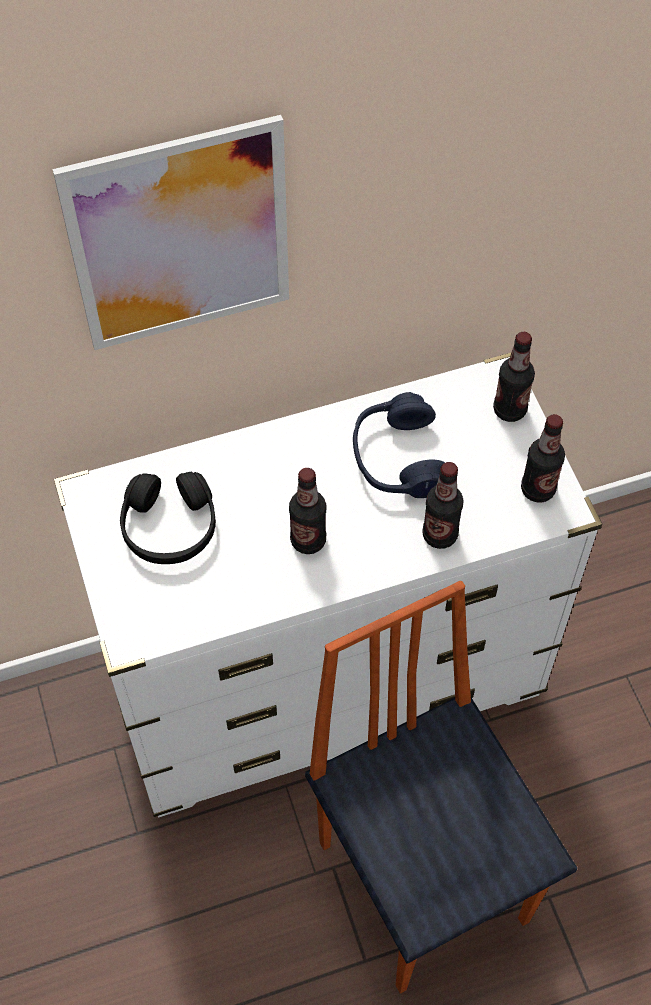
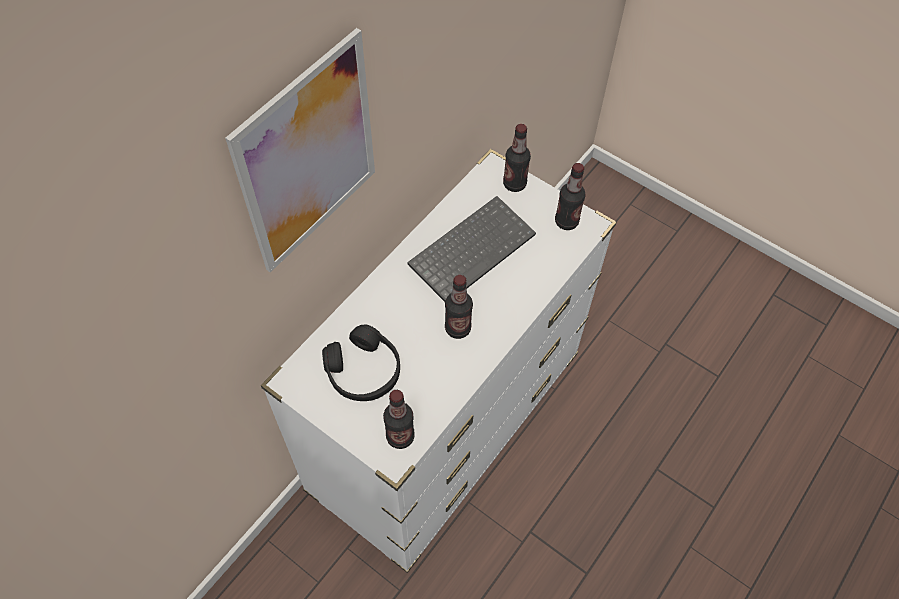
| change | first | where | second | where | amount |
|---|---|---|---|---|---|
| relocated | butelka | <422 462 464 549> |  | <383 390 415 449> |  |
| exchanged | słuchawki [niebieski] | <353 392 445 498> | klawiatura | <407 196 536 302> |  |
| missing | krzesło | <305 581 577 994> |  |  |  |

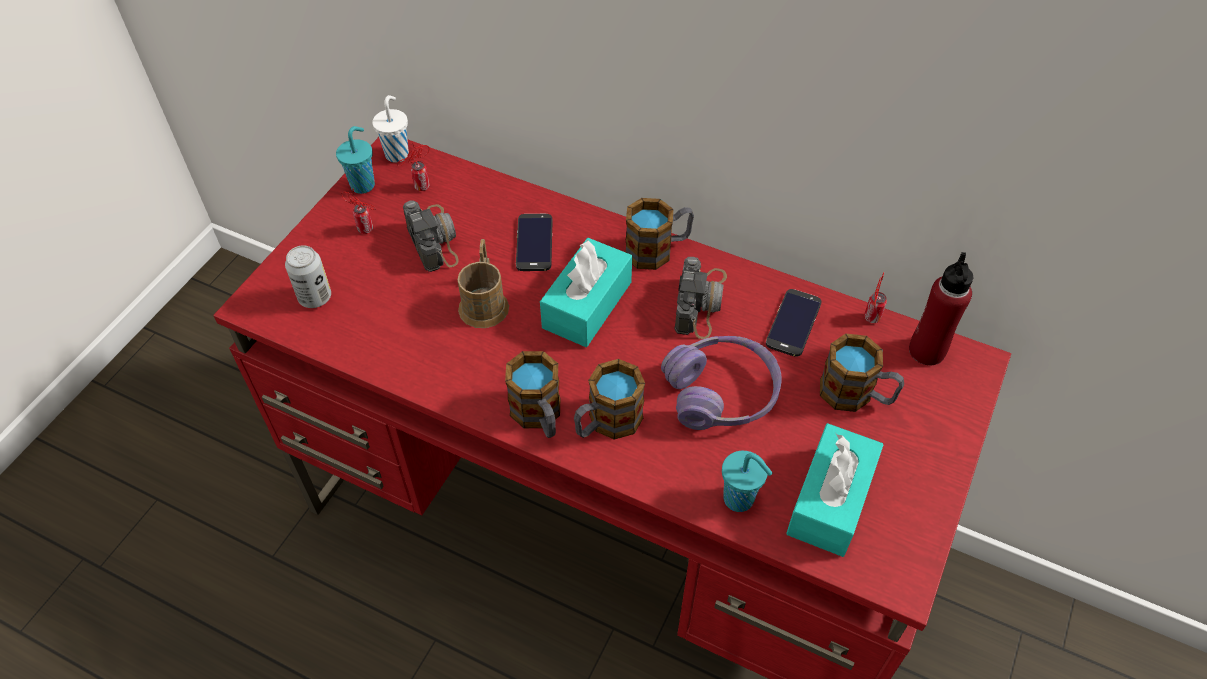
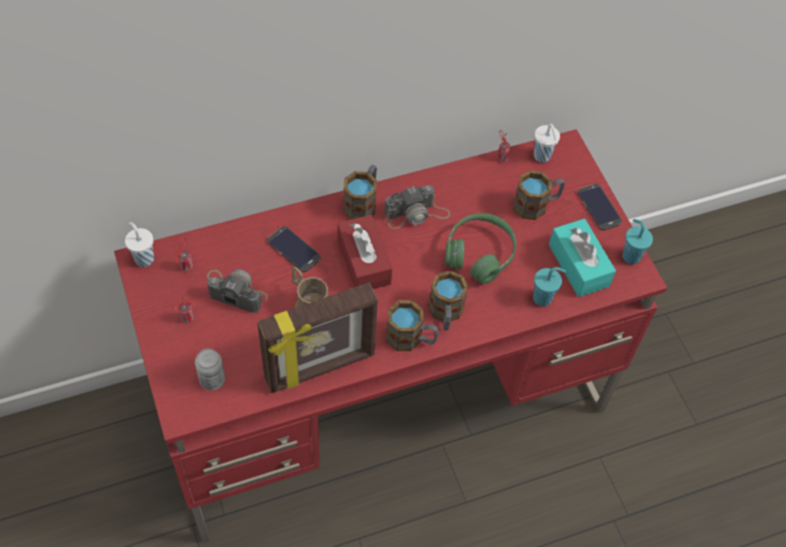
| change | first | where | second | where | amount |
|---|---|---|---|---|---|
| appeared |  |  | ramka na zdjęcie | <257 282 378 393> |  |
| colour | pudełko chusteczek [turkusowy] | <540 238 632 347> | pudełko chusteczek [czerwony] | <337 215 392 289> |  |
| spun | aparat fotograficzny | <674 257 727 339> |  | <384 185 451 229> | 105 degrees clockwise |
| colour | słuchawki [fioletowy] | <661 336 782 430> | słuchawki [zielony] | <445 213 517 284> |  |
| exchanged | butelka [czerwony] | <909 252 973 365> | filiżanka [biały] | <534 124 560 162> |  |
| relocated | telefon | <766 289 821 357> |  | <578 184 622 230> |  |
| relocated | filiżanka [turkusowy] | <336 126 375 194> |  | <622 219 653 264> |  |

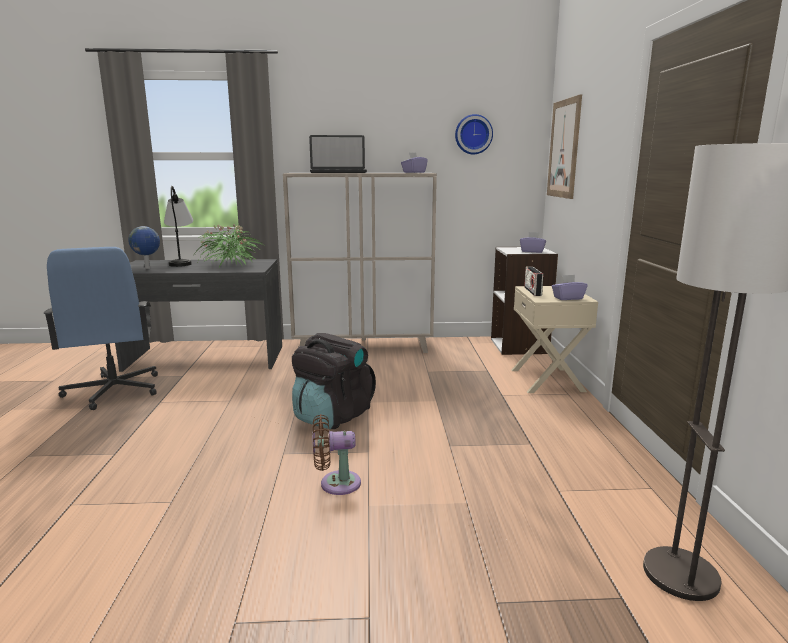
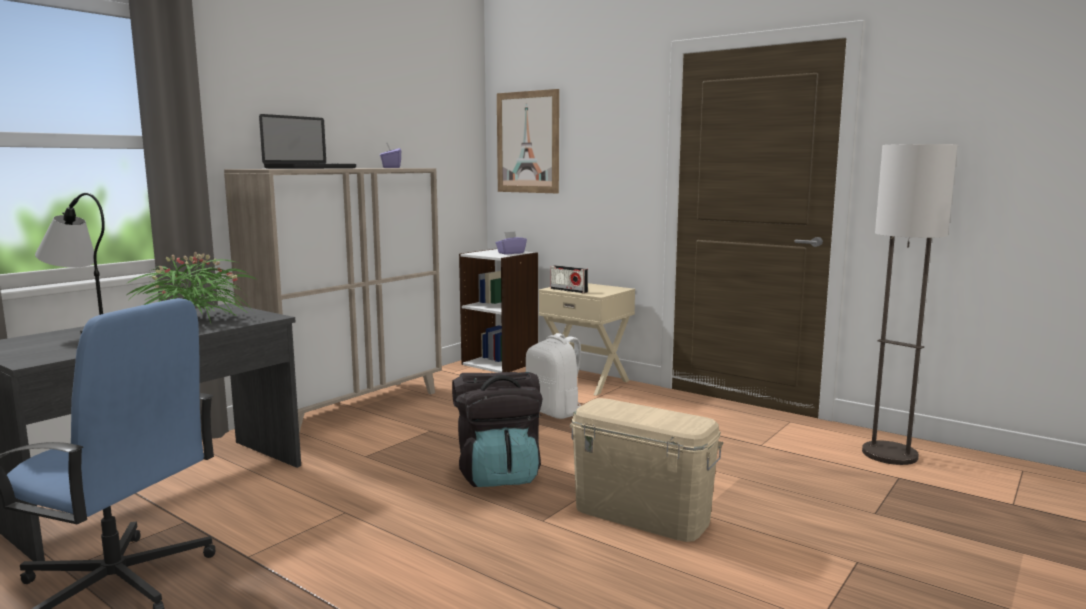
| change | first | where | second | where | amount |
|---|---|---|---|---|---|
| appeared |  |  | plecak [biały] | <526 333 581 419> |  |
| exchanged | wentylator [brązowy] | <313 414 361 495> | pojemnik do przechowywania [beżowy] | <570 398 723 542> |  |
| missing | globus | <128 226 160 269> |  |  |  |
| missing | zegar ścienny | <455 114 493 154> |  |  |  |
| missing | pudełko chusteczek [fioletowy] | <552 275 588 300> |  |  |  |

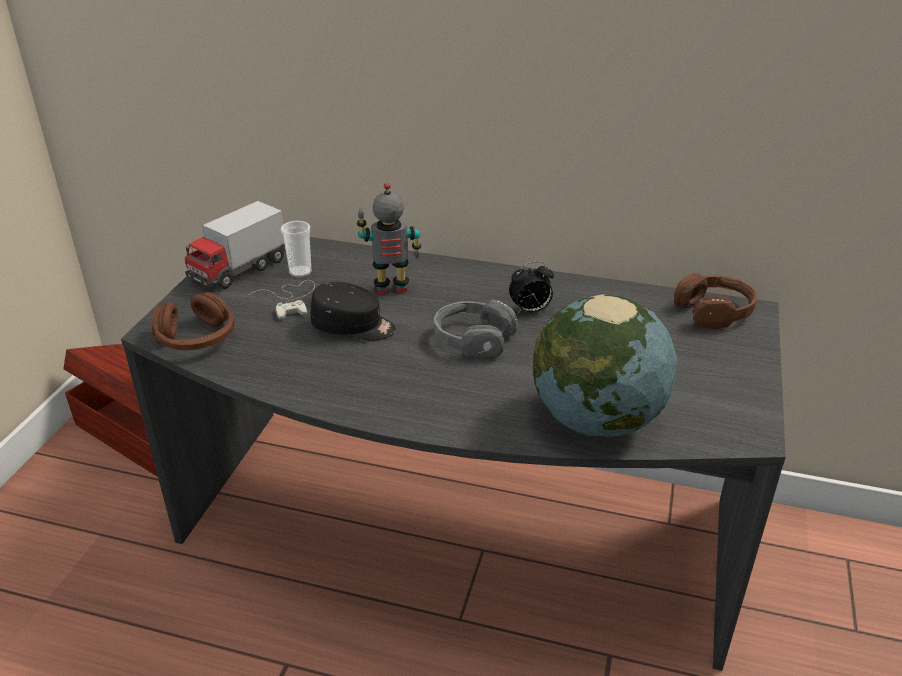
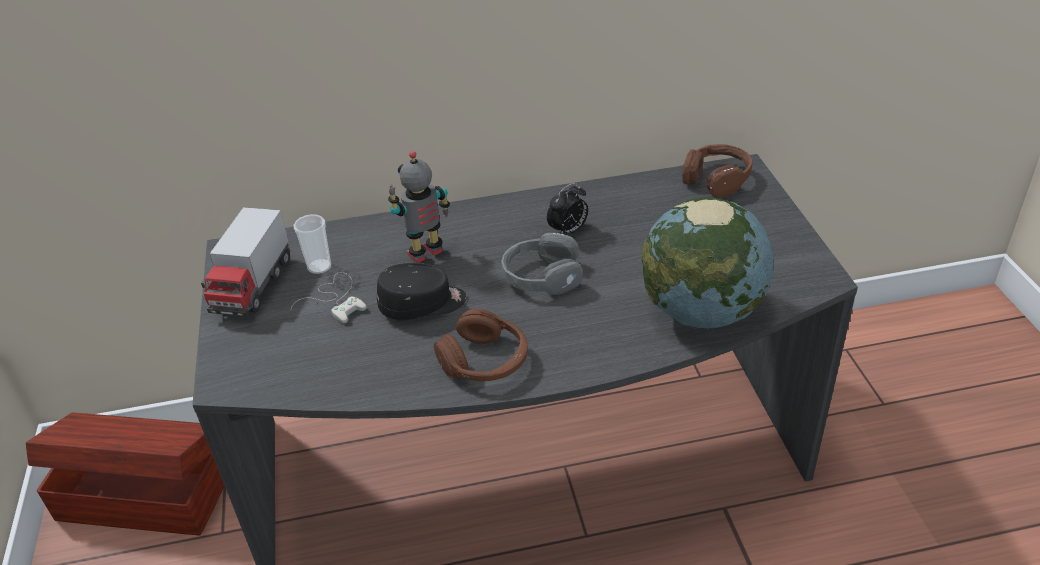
| change | first | where | second | where | amount |
|---|---|---|---|---|---|
| relocated | słuchawki [brązowy] | <152 292 234 351> |  | <434 309 528 381> |  |

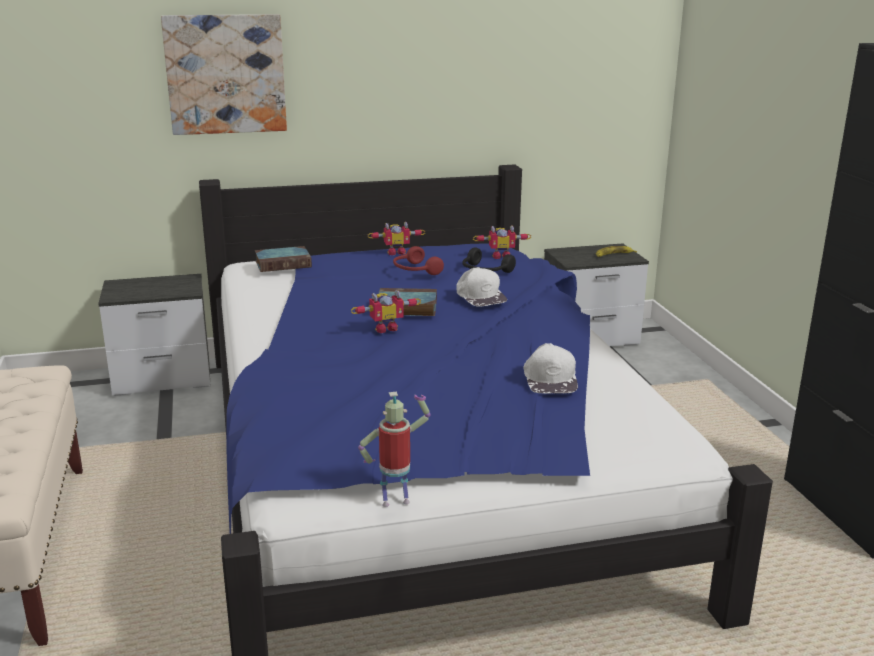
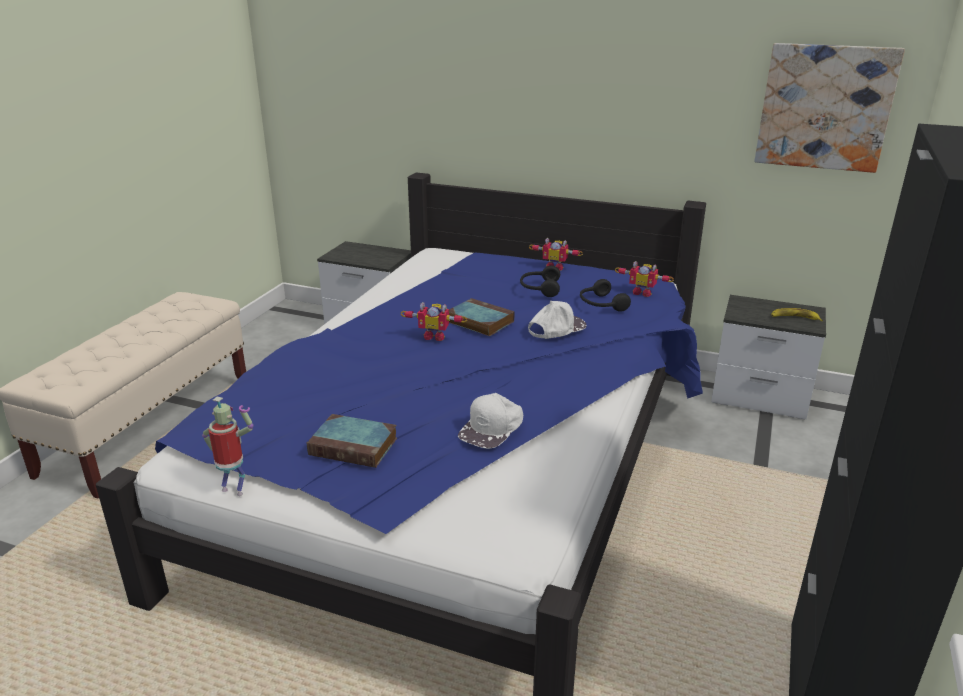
| change | first | where | second | where | amount |
|---|---|---|---|---|---|
| relocated | książka | <255 246 312 272> |  | <307 414 397 468> |  |
| colour | słuchawki [czerwony] | <393 246 444 275> | słuchawki [czarny] | <520 266 560 297> |  |
| spun | czapka z daszkiem [biały] | <456 267 507 307> |  | <528 301 587 339> | 135 degrees counterclockwise |
| relocated | obraz | <161 14 287 135> |  | <755 43 905 173> |  |

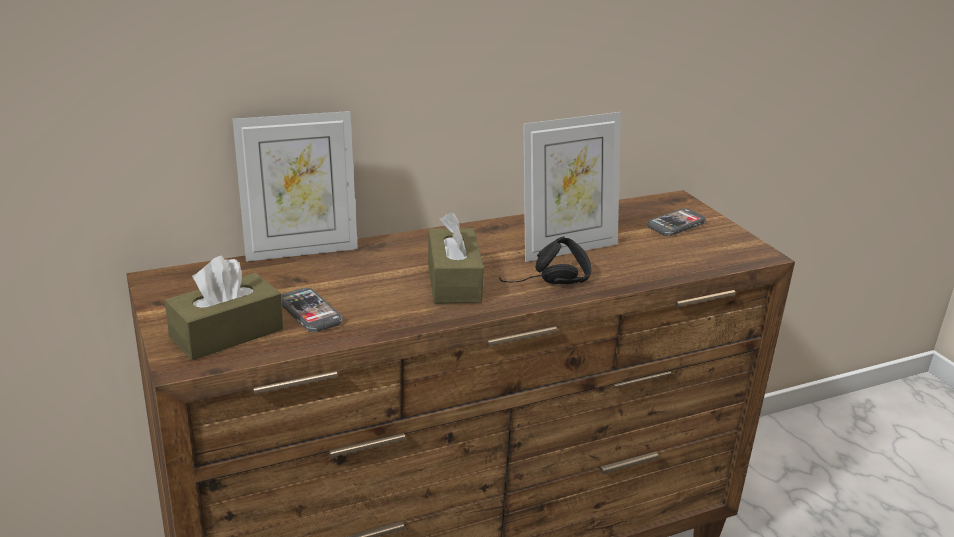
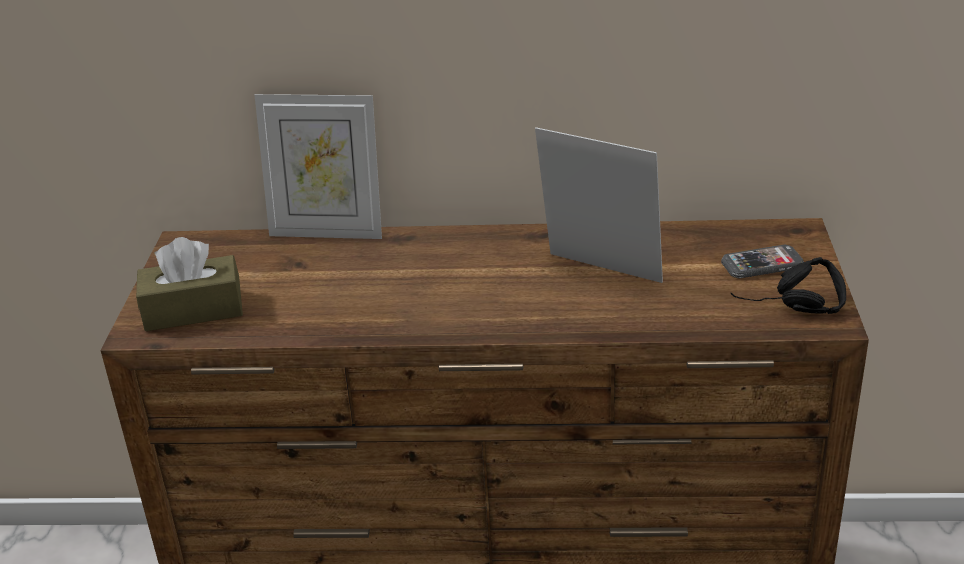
| change | first | where | second | where | amount |
|---|---|---|---|---|---|
| spun | ramka na zdjęcie | <524 112 621 262> |  | <535 127 663 283> | 150 degrees counterclockwise |
| relocated | słuchawki [czarny] | <499 236 592 284> |  | <731 257 846 314> |  |
| missing | telefon | <281 288 343 332> |  |  |  |
| missing | pudełko chusteczek [brązowy] | <428 212 484 303> |  |  |  |

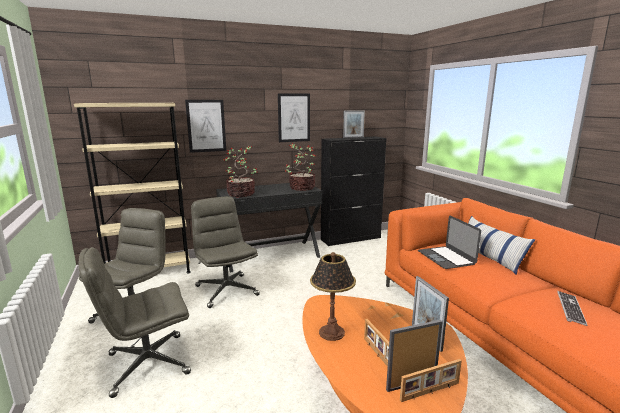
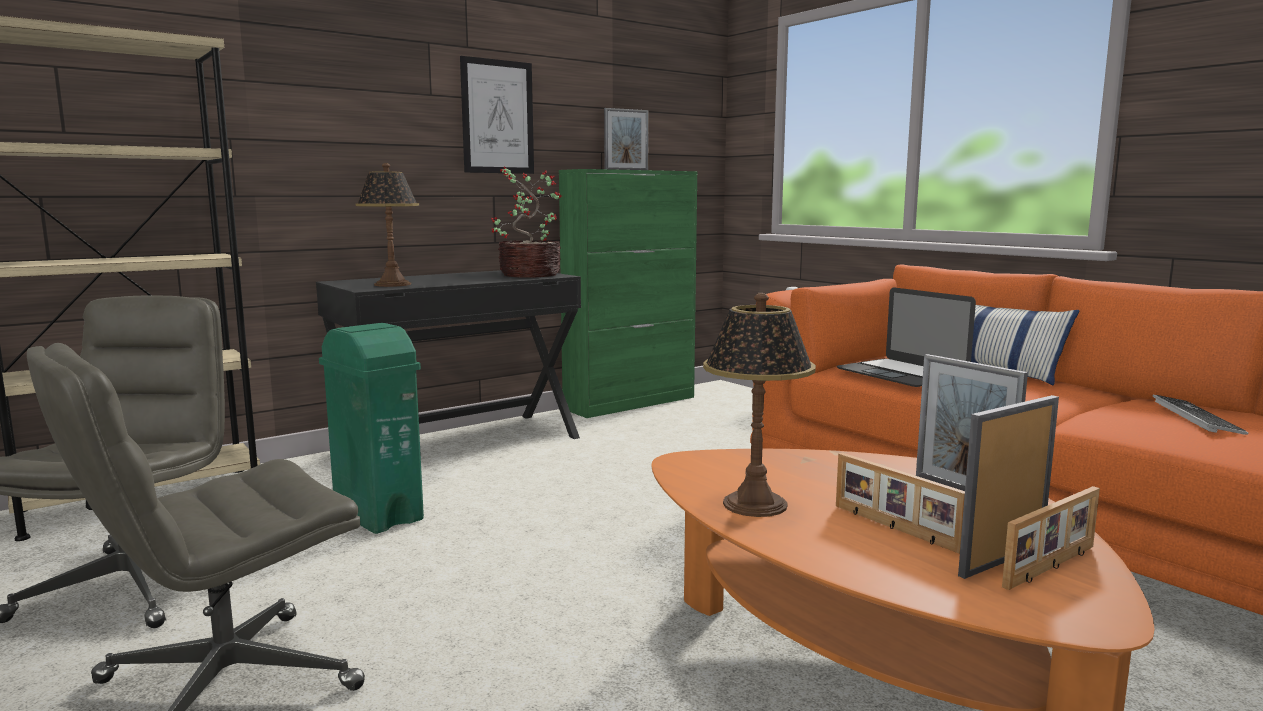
| change | first | where | second | where | amount |
|---|---|---|---|---|---|
| exchanged | krzesło biurowe [szary] | <191 196 260 308> | kosz na śmieci [zielony] | <319 323 424 534> |  |
| exchanged | roślina doniczkowa | <224 146 257 197> | lampa stołowa | <356 163 419 287> |  |
| colour | szafka [czarny] | <321 136 386 246> | szafka [zielony] | <559 169 698 418> |  |
| missing | obraz | <185 100 226 153> |  |  |  |

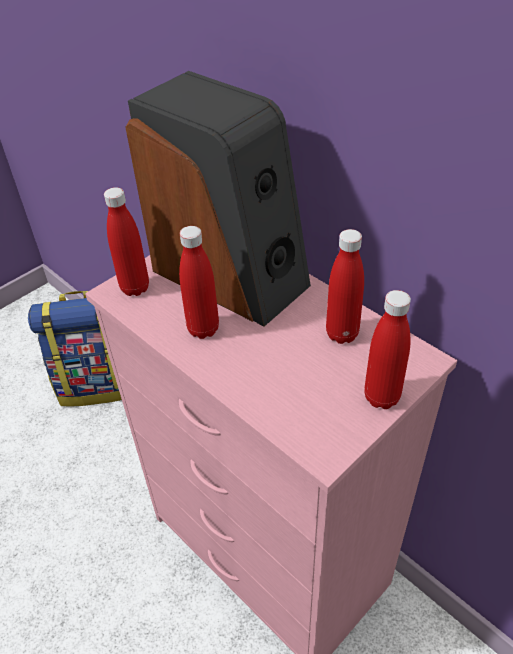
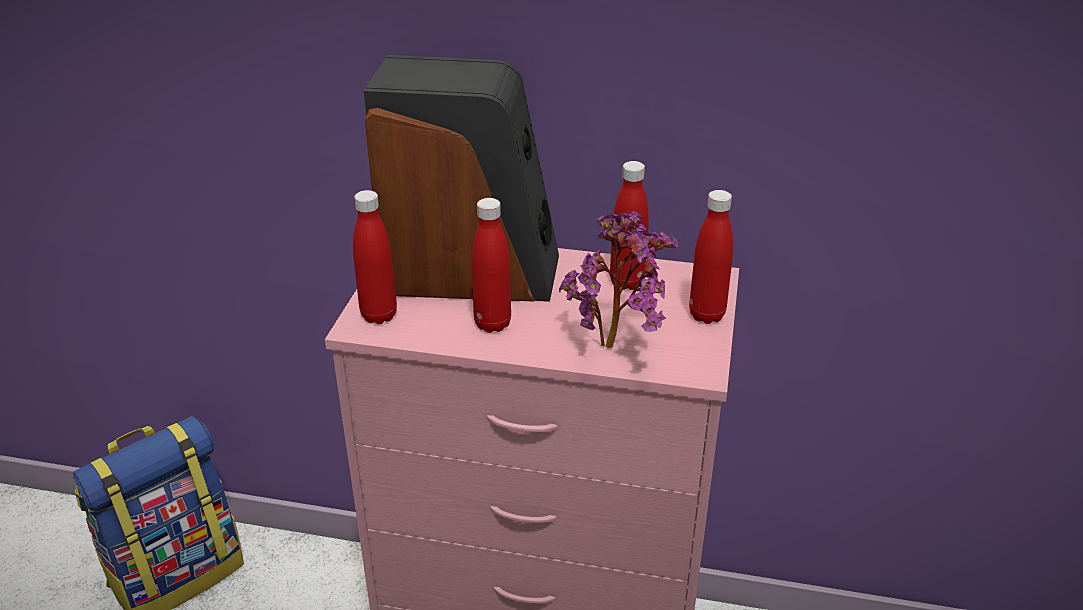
| change | first | where | second | where | amount |
|---|---|---|---|---|---|
| appeared |  |  | roślina doniczkowa | <559 211 678 348> |  |

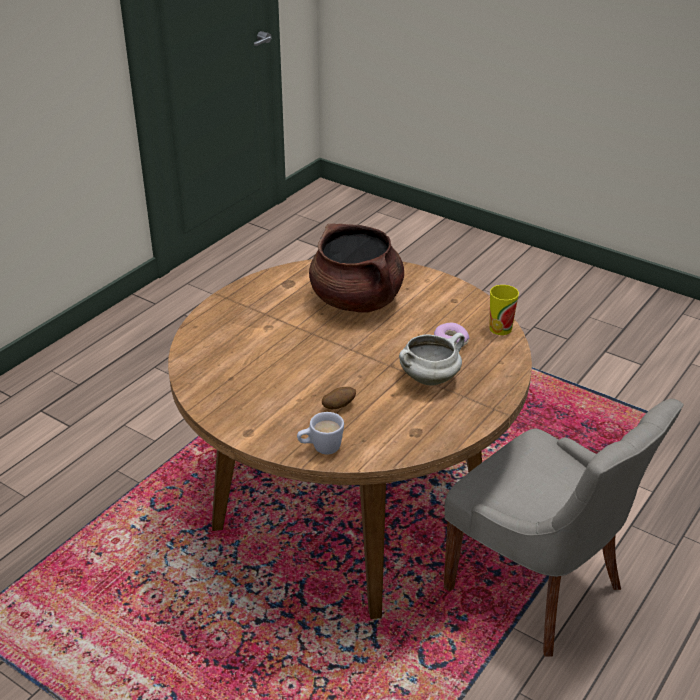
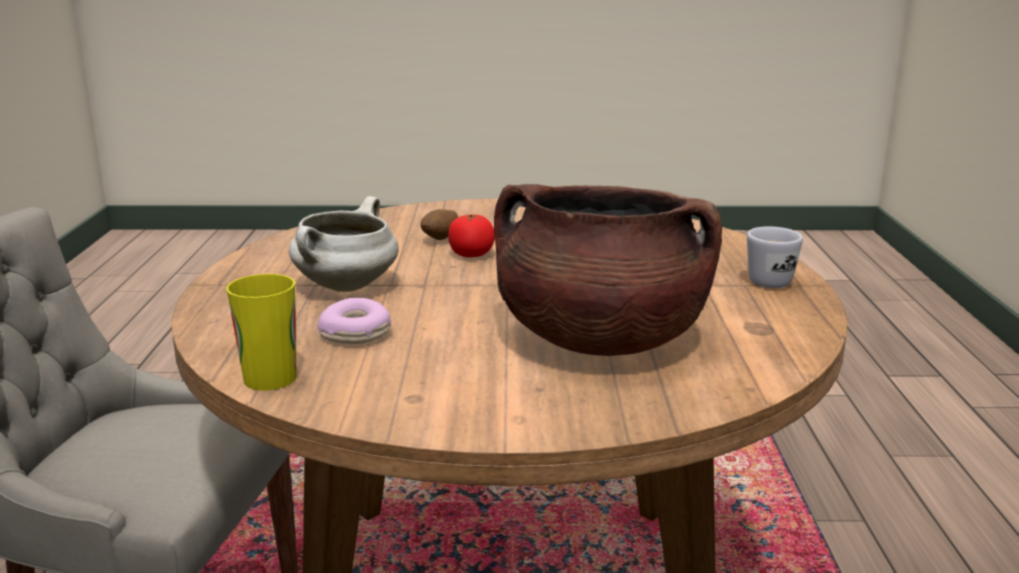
| change | first | where | second | where | amount |
|---|---|---|---|---|---|
| appeared |  |  | pomidor | <448 214 495 257> |  |
| relocated | kubek [biały] | <297 412 344 454> |  | <747 226 803 288> |  |

